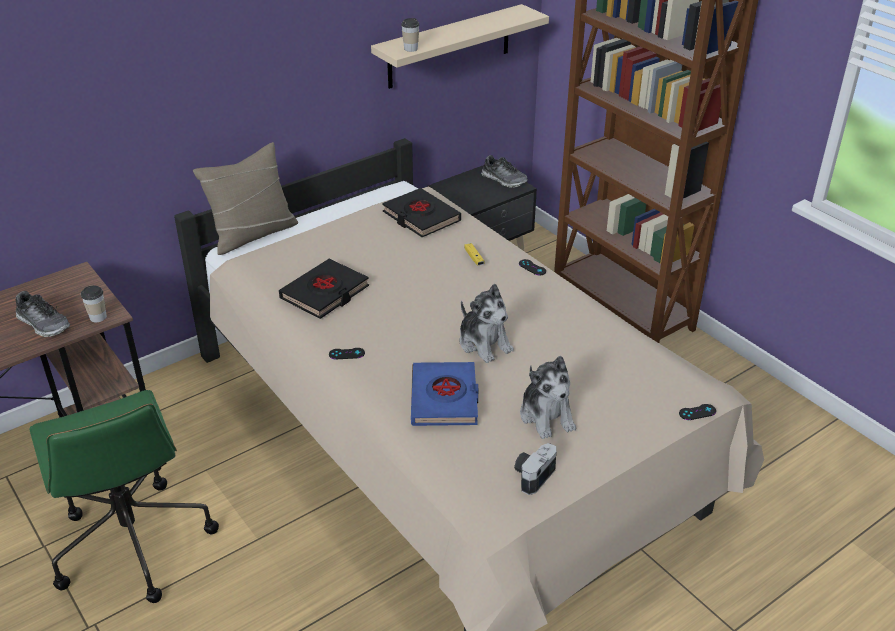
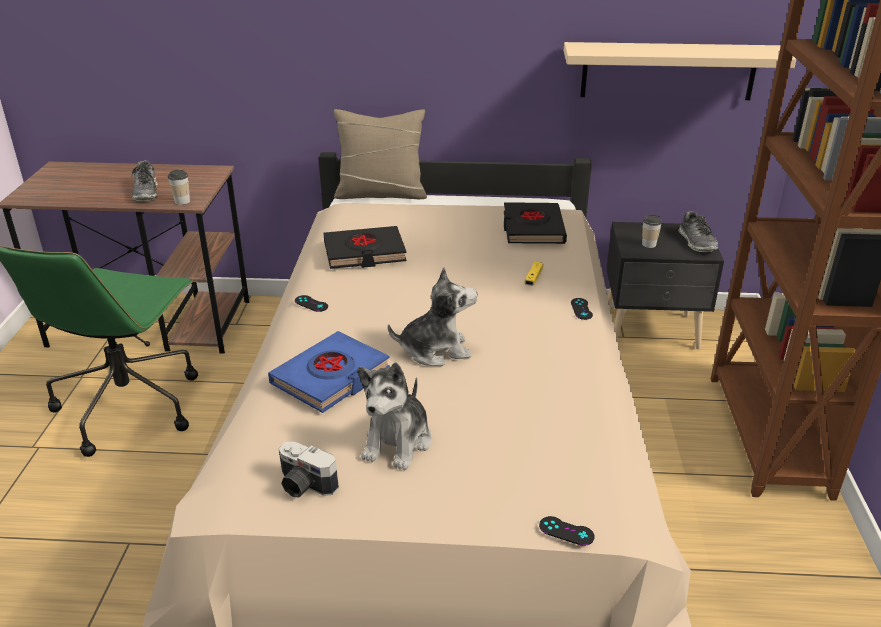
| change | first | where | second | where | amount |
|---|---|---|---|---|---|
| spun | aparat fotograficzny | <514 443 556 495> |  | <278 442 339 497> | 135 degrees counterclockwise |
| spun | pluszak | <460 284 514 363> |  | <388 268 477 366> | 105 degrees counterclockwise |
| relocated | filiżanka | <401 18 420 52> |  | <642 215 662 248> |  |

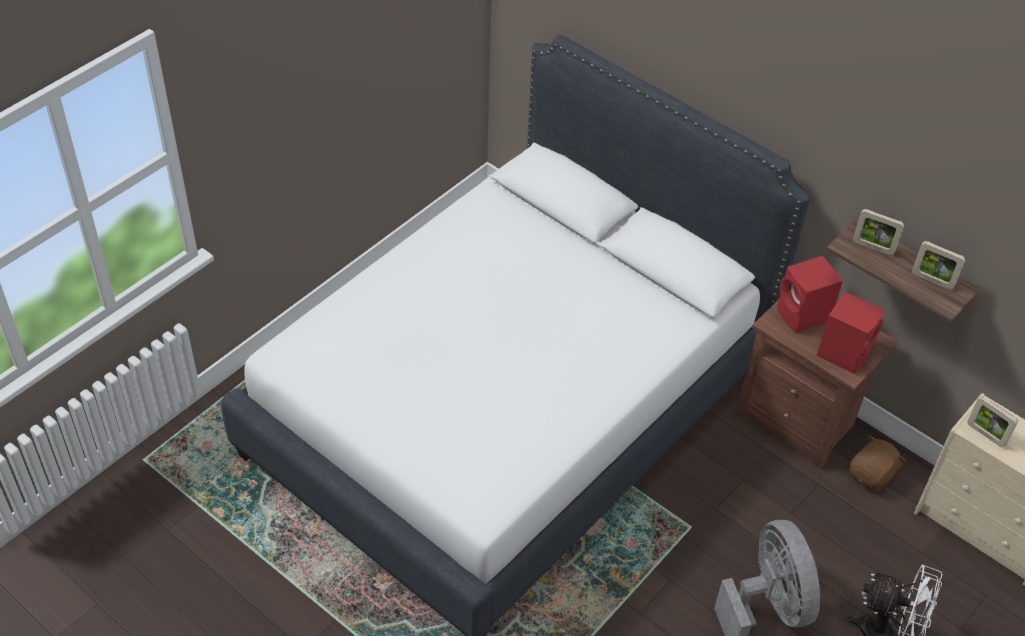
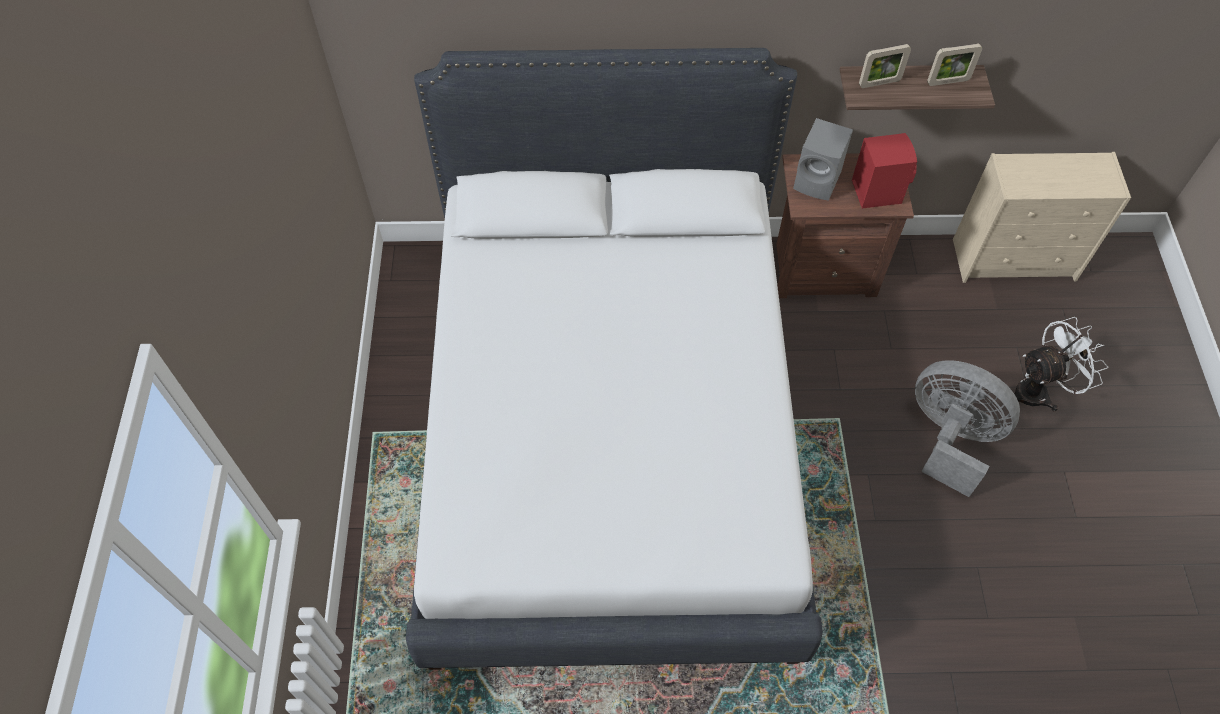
| change | first | where | second | where | amount |
|---|---|---|---|---|---|
| colour | głośnik [czerwony] | <777 256 843 333> | głośnik [szary] | <793 118 853 200> |  |
| missing | pluszak [brązowy] | <850 435 906 492> |  |  |  |
| missing | ramka na zdjęcie | <967 396 1018 447> |  |  |  |

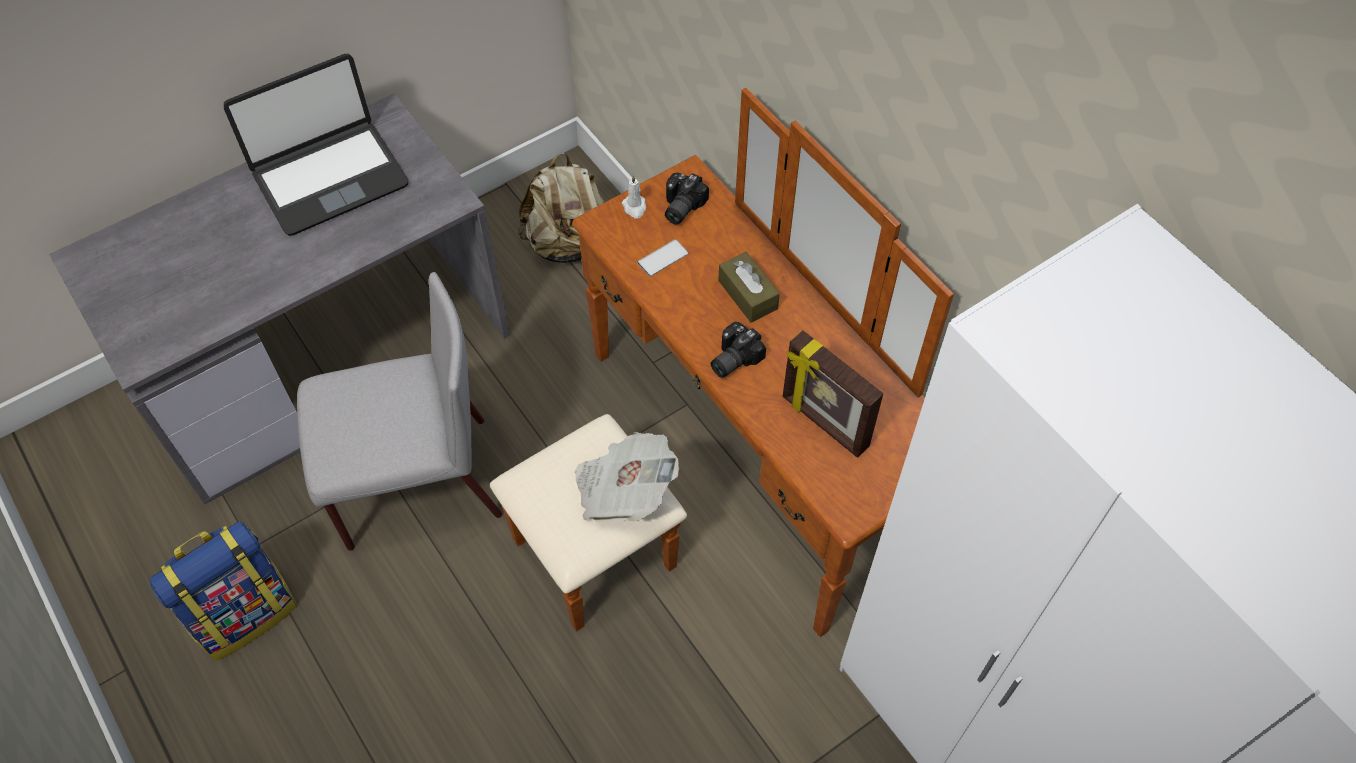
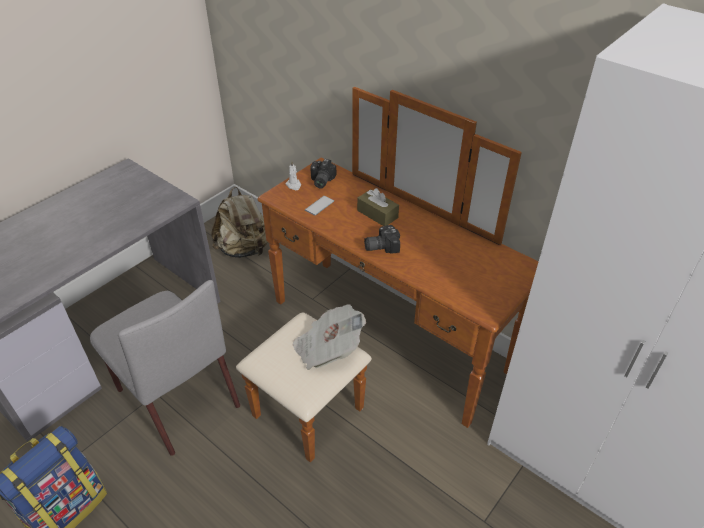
| change | first | where | second | where | amount |
|---|---|---|---|---|---|
| spun | krzesło [szary] | <297 272 502 551> |  | <90 280 240 456> | 75 degrees clockwise |
| spun | aparat fotograficzny | <711 322 766 378> |  | <364 225 400 254> | 45 degrees clockwise |
| missing | laptop | <224 54 408 236> |  |  |  |
| missing | ramka na zdjęcie | <783 330 883 458> |  |  |  |

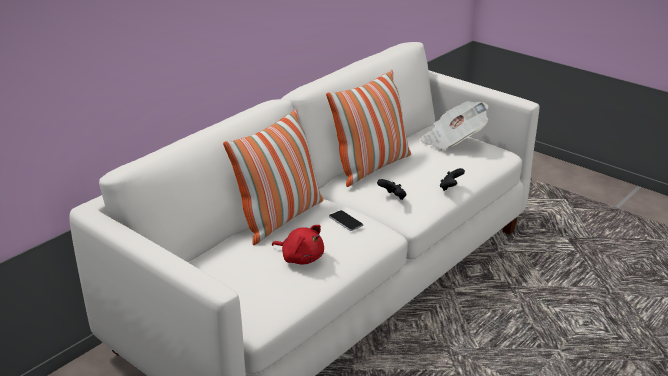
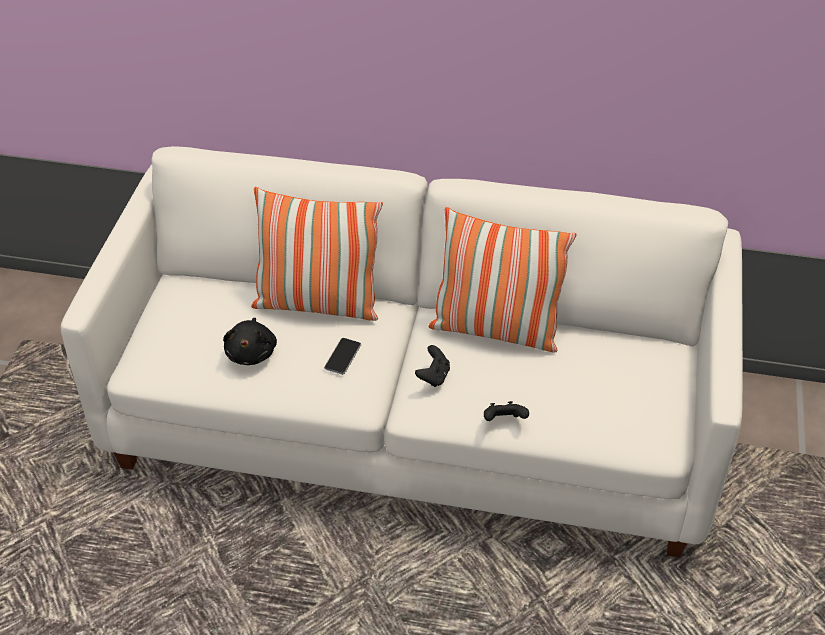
| change | first | where | second | where | amount |
|---|---|---|---|---|---|
| colour | pluszak [czerwony] | <272 225 324 264> | pluszak [czarny] | <223 318 277 365> |  |
| missing | gazeta | <421 101 489 150> |  |  |  |

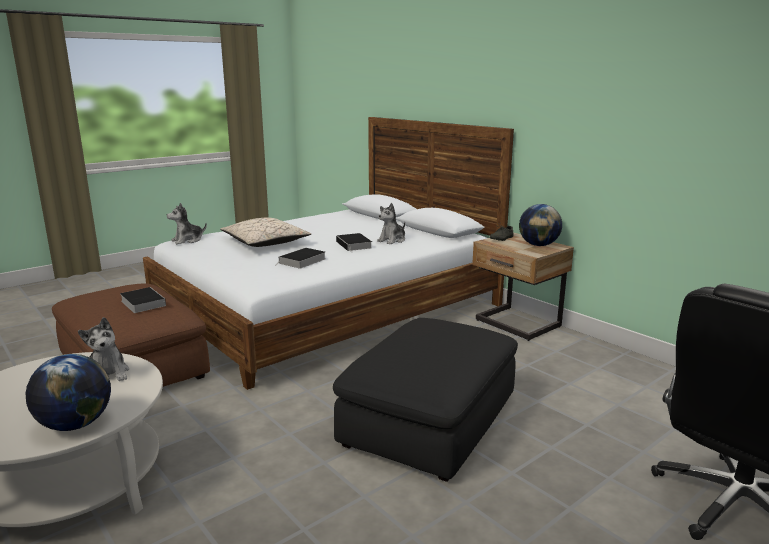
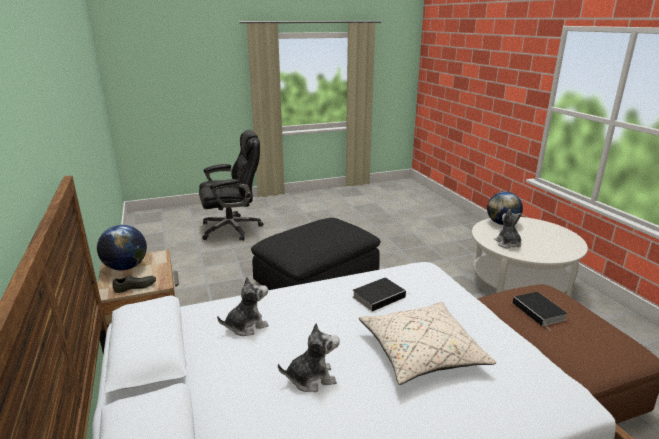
| change | first | where | second | where | amount |
|---|---|---|---|---|---|
| relocated | pluszak | <167 203 207 244> |  | <278 323 340 392> |  |
| missing | książka | <336 233 372 251> |  |  |  |

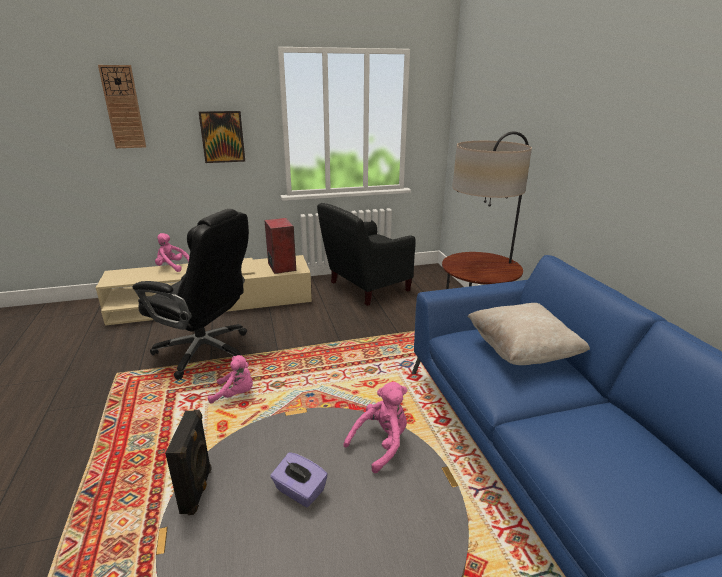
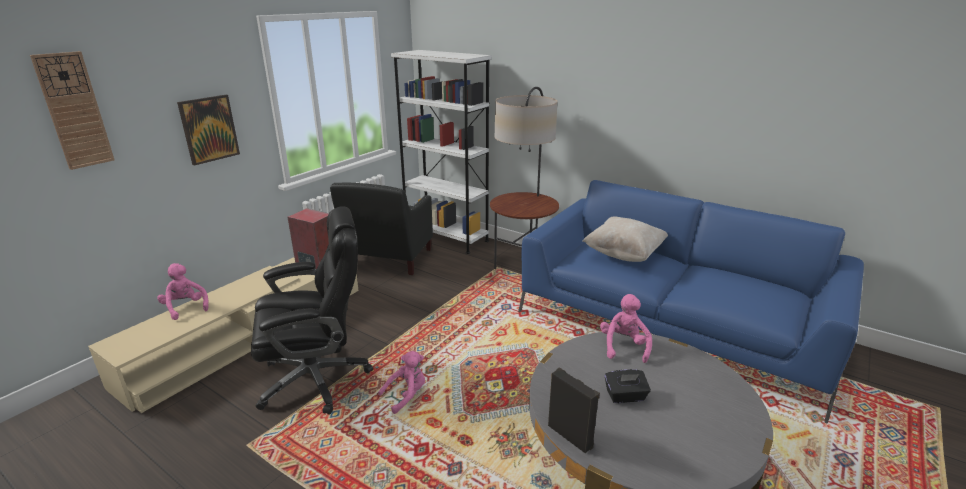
| change | first | where | second | where | amount |
|---|---|---|---|---|---|
| spun | pluszak [różowy] | <155 233 189 272> |  | <157 263 209 320> | 75 degrees clockwise |
| appeared |  |  | regał [biały] | <391 50 492 254> |  |
| colour | pudełko chusteczek [fioletowy] | <271 452 328 507> | pudełko chusteczek [czarny] | <605 369 651 403> |  |

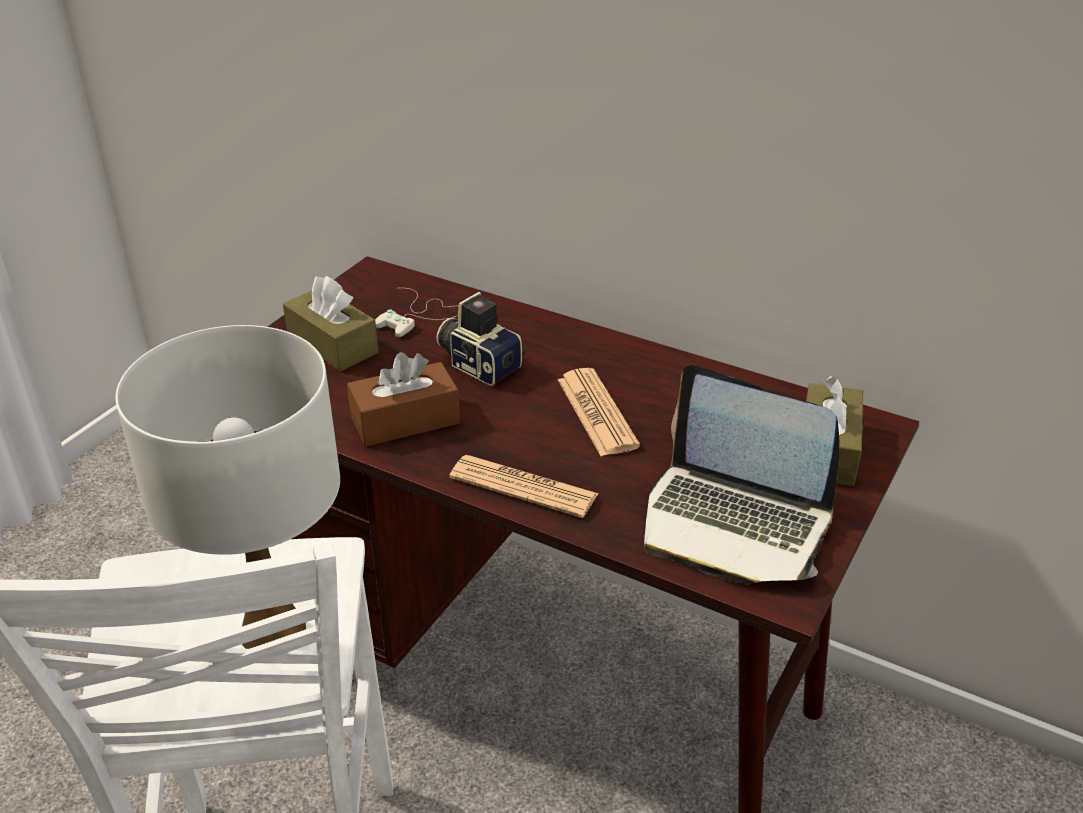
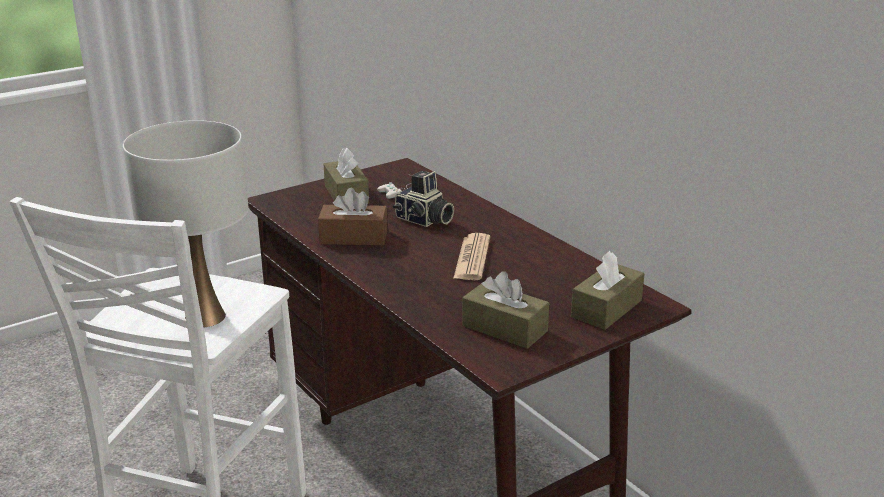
| change | first | where | second | where | amount |
|---|---|---|---|---|---|
| spun | aparat fotograficzny | <436 292 526 386> |  | <393 171 454 227> | 150 degrees clockwise |
| exchanged | laptop | <644 365 840 584> | pudełko chusteczek [brązowy] | <462 271 549 349> |  |
| missing | gazeta | <449 455 599 518> |  |  |  |

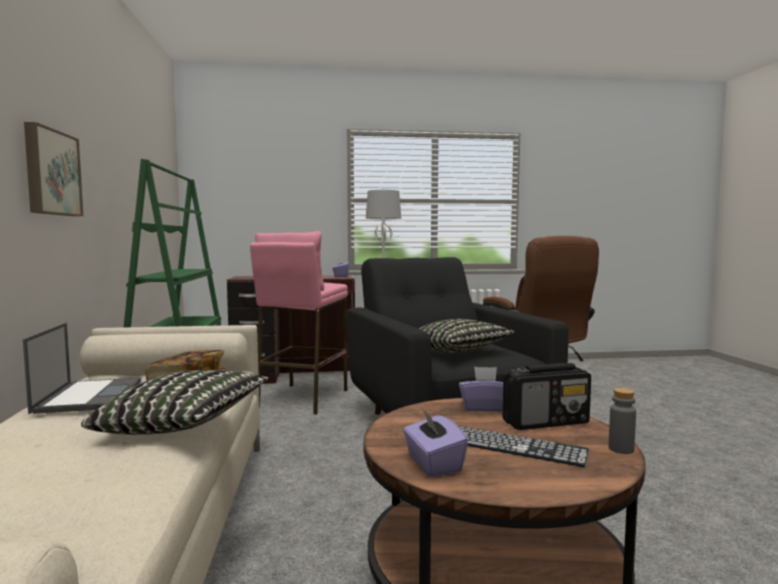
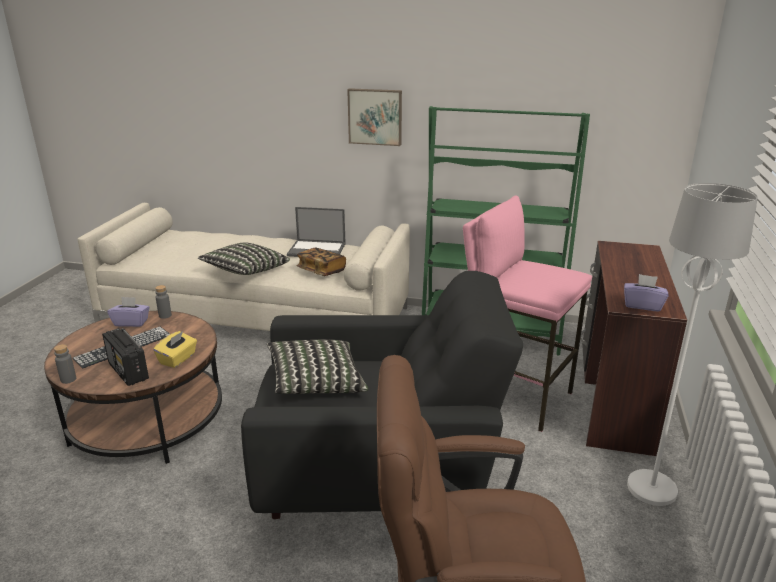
| change | first | where | second | where | amount |
|---|---|---|---|---|---|
| spun | radio | <503 363 591 430> |  | <102 328 149 386> | 45 degrees counterclockwise |
| colour | pudełko chusteczek [fioletowy] | <459 367 503 412> | pudełko chusteczek [żółty] | <153 331 197 368> |  |
| appeared |  |  | butelka [szary] | <155 285 172 319> |  |

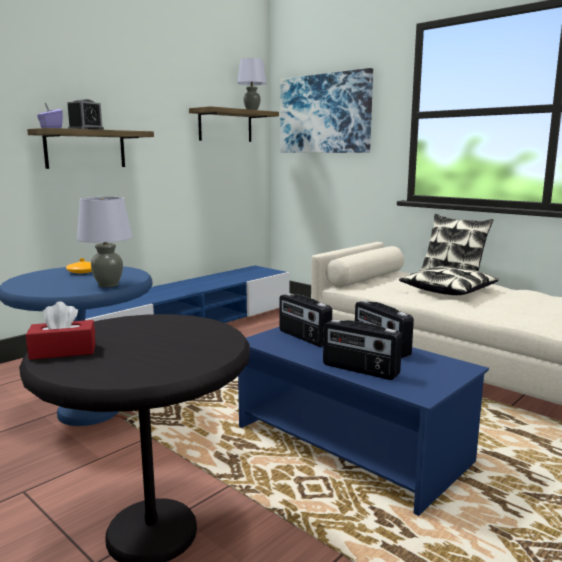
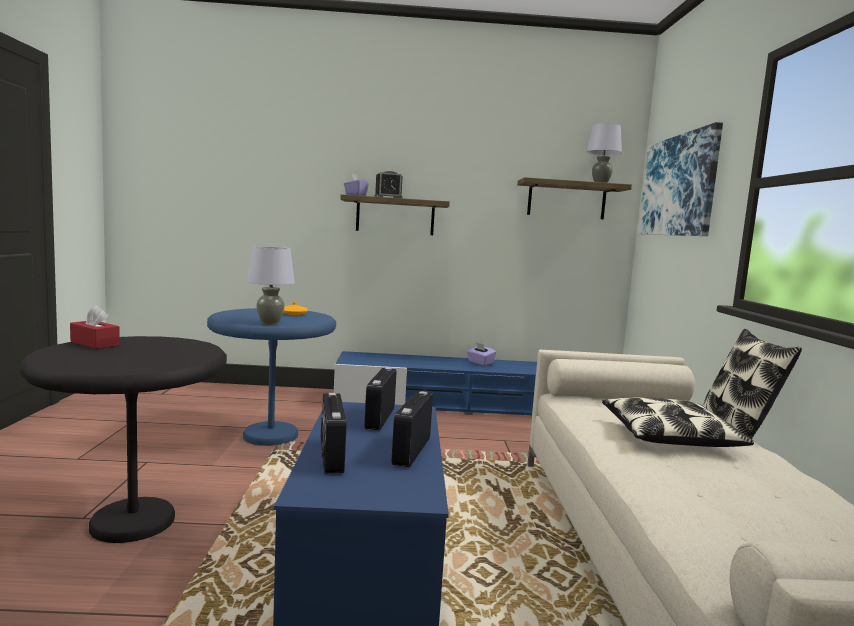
| change | first | where | second | where | amount |
|---|---|---|---|---|---|
| appeared |  |  | pudełko chusteczek [fioletowy] | <467 342 496 366> |  |

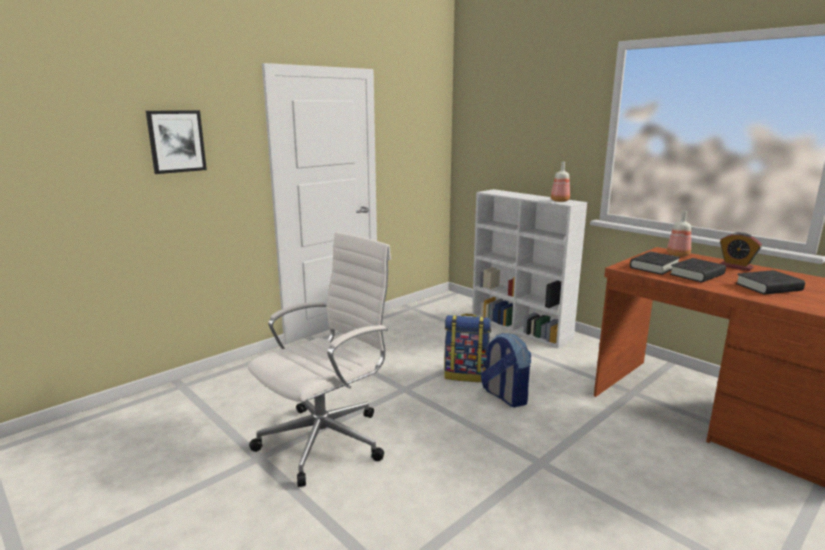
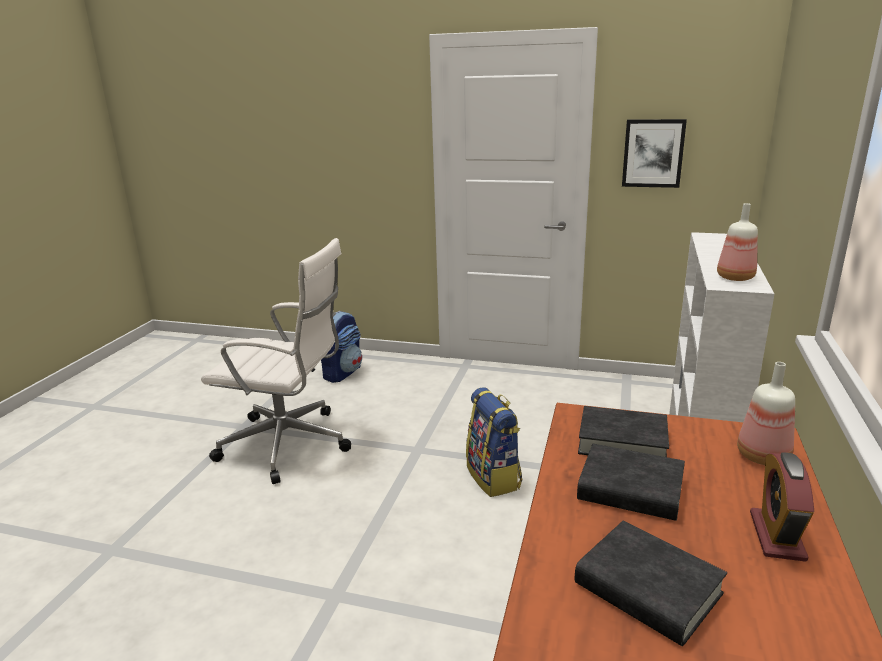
| change | first | where | second | where | amount |
|---|---|---|---|---|---|
| relocated | plecak | <481 333 531 407> |  | <321 311 362 383> |  |
| relocated | obraz | <146 110 207 174> |  | <622 119 687 188> |  |

